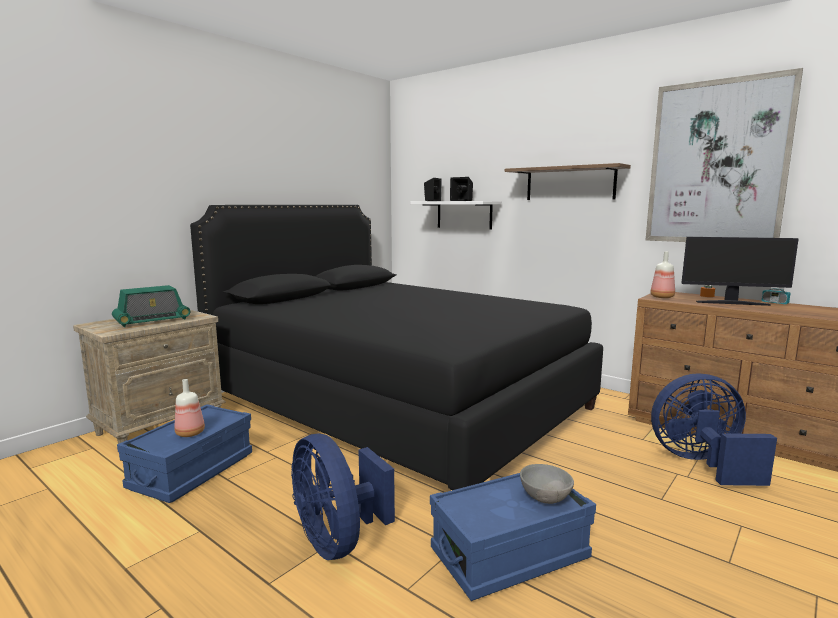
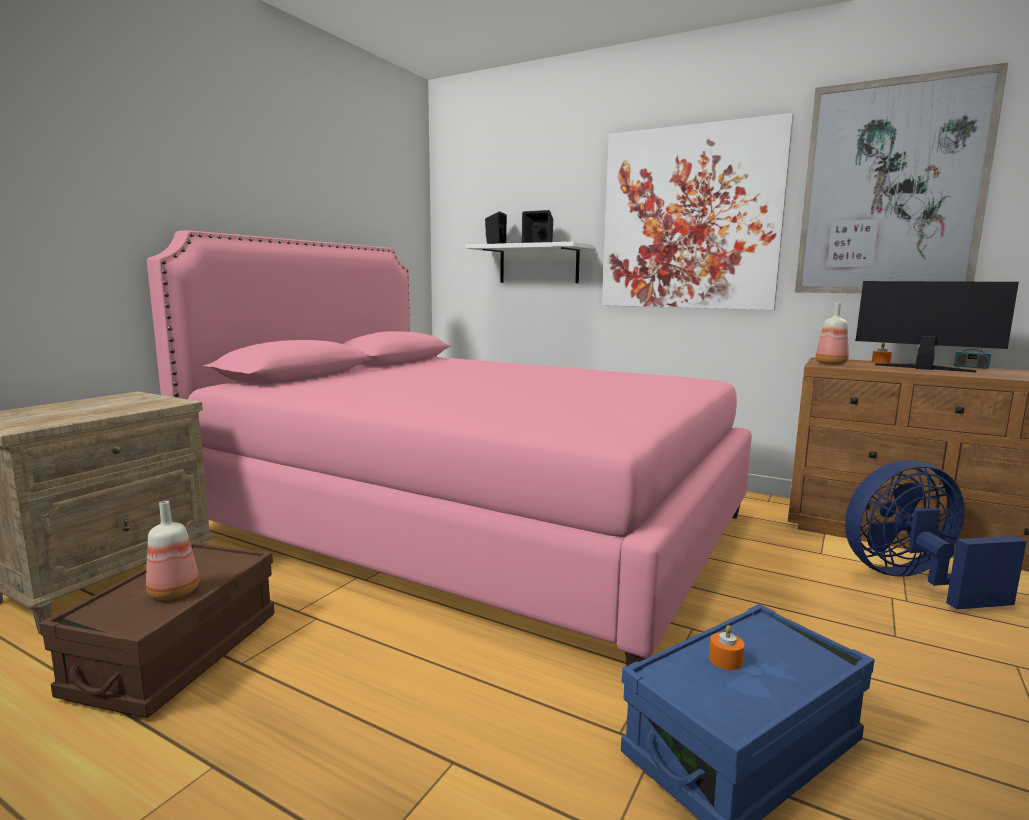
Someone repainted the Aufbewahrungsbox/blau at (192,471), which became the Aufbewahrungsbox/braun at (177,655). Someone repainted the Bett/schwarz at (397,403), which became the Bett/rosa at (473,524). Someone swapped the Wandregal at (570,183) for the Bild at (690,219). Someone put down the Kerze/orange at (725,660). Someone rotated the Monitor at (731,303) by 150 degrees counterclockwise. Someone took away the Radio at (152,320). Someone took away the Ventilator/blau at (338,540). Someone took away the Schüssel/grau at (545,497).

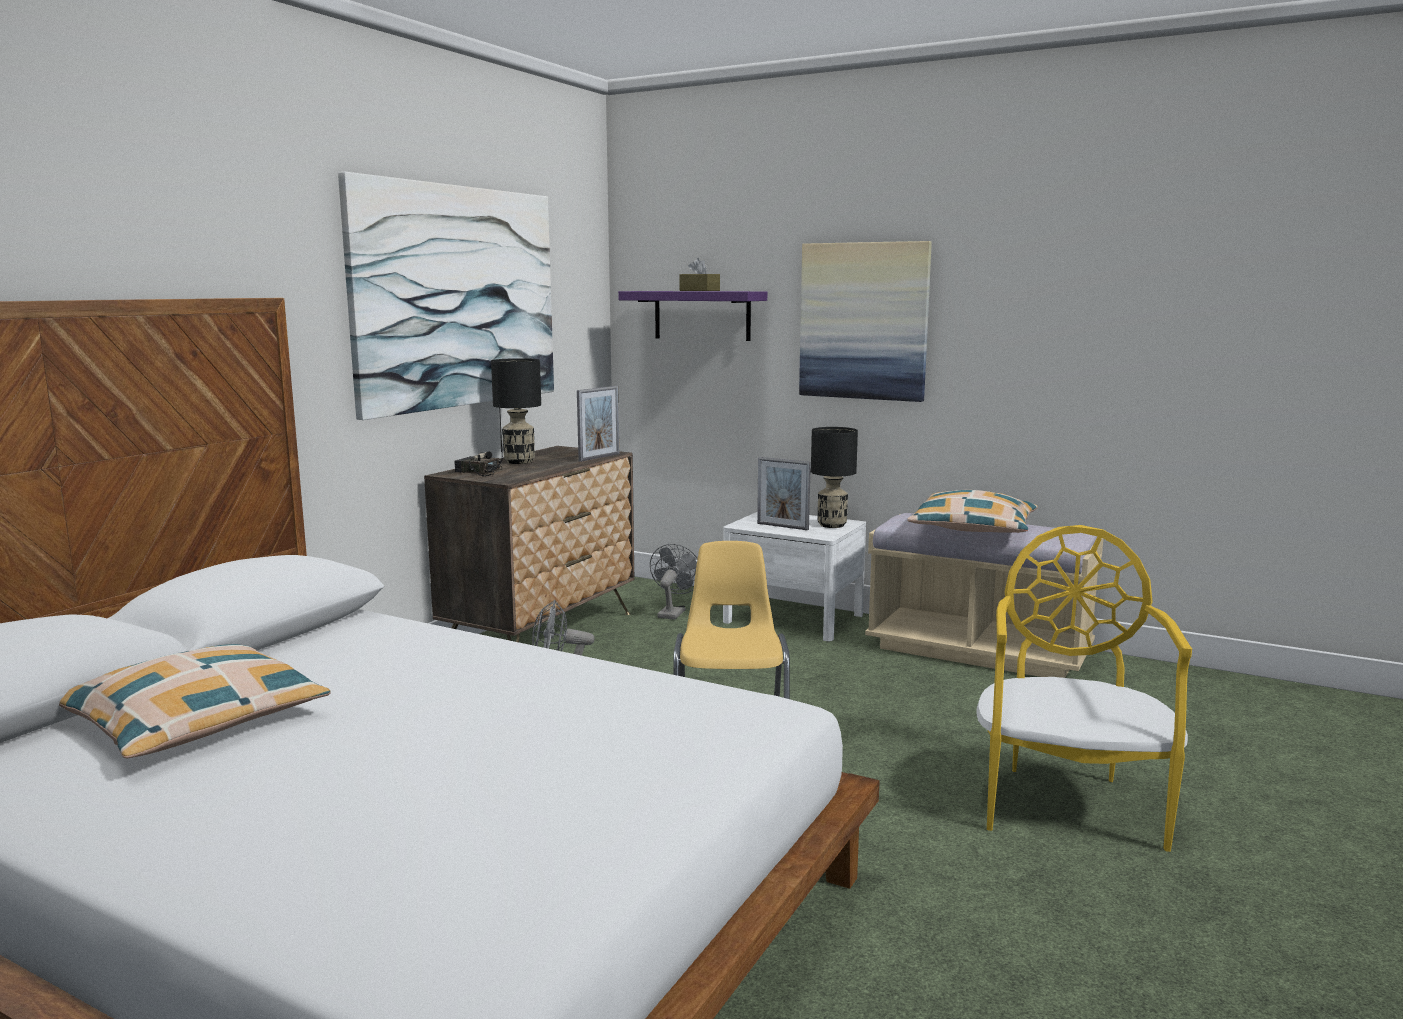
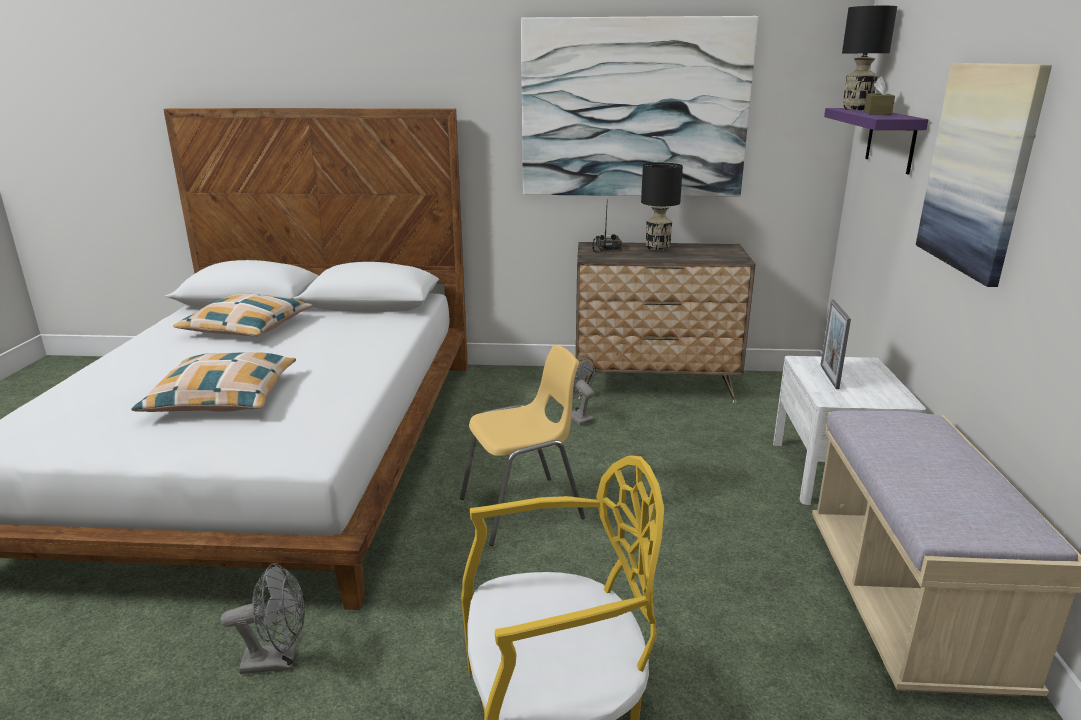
Someone carried the Kissen from (973,528) to (223,398). Someone carried the Ventilator/grau from (673,612) to (278,660). Someone carried the Tischlampe/schwarz from (831,525) to (857,109). Someone took away the Bilderrahmen at (599,457).

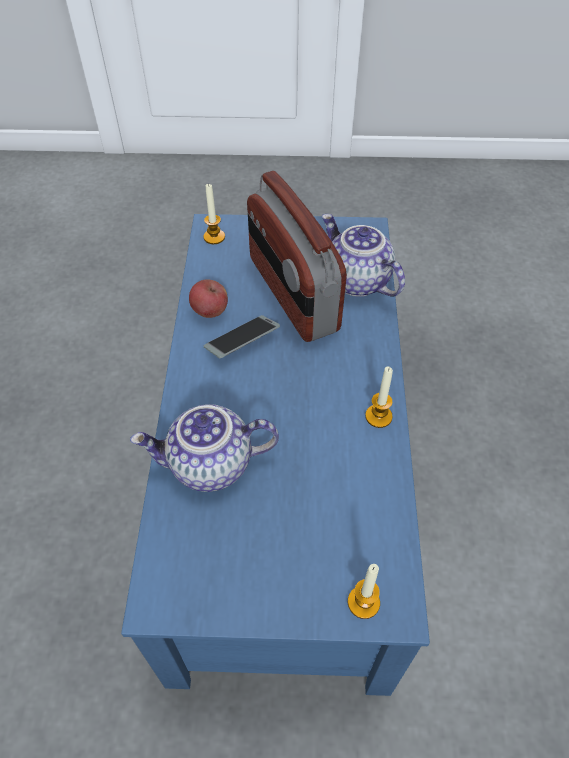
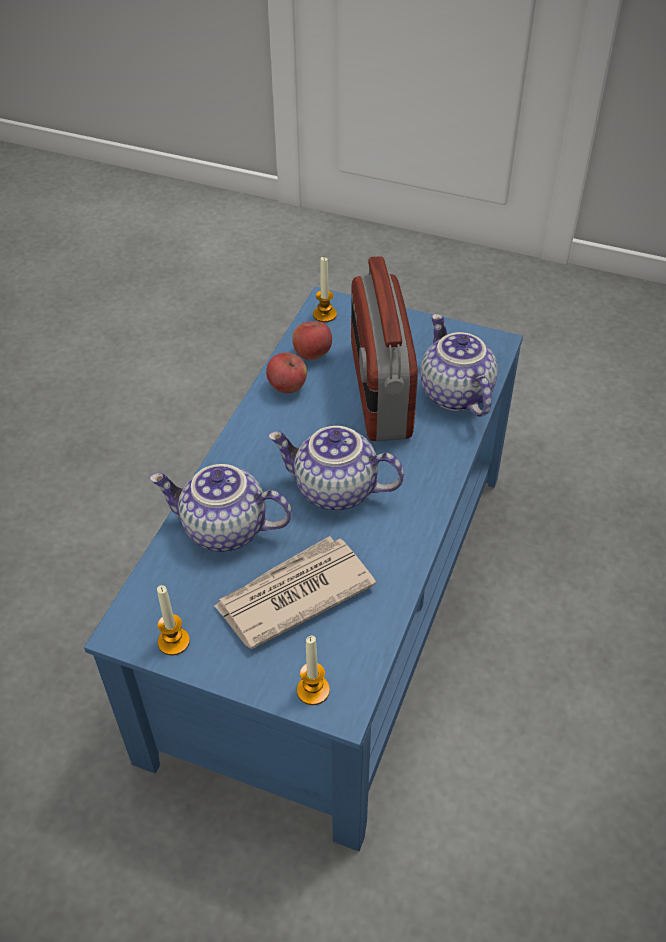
Someone carried the Kerze from (378,416) to (173,642). Someone put down the Zeitung at (292,595). Someone put down the Teekanne at (334,491). Someone put down the Apfel at (312,354). Someone took away the Handy at (242,341).

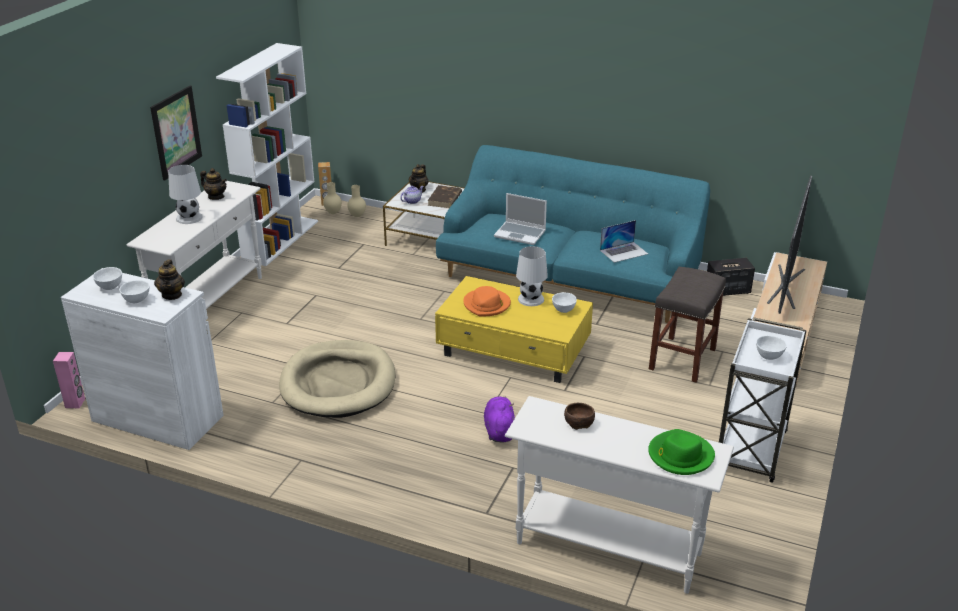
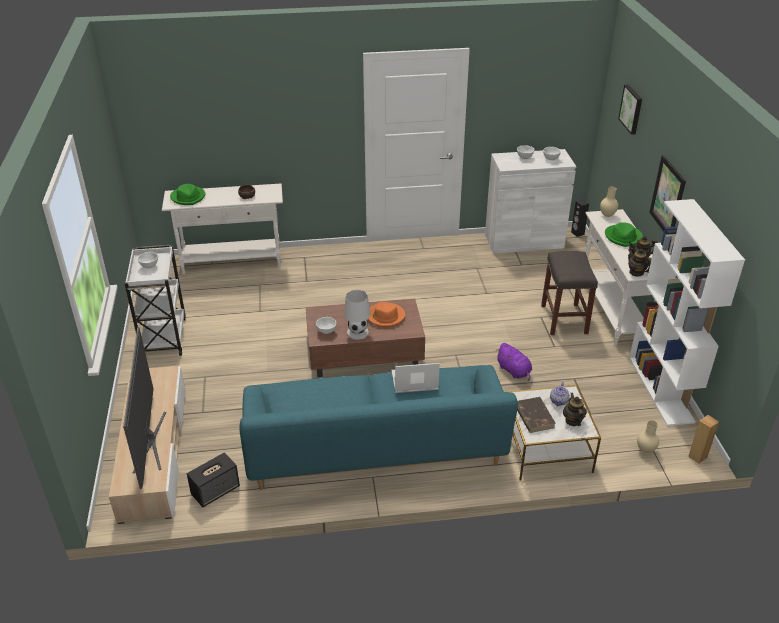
Someone repainted the Couchtisch/gelb at (514,350), which became the Couchtisch/braun at (363,354). Someone carried the Plüschtier/lila from (499,430) to (514,371). Someone carried the Hocker/grau from (682,360) to (563,319). Someone repainted the Lautsprecher/rosa at (75,403), which became the Lautsprecher/schwarz at (577,233). Someone carried the Vase/beige from (333,212) to (607,215). Someone swapped the Tischlampe/weiß at (188,218) for the Hut/grün at (623,237). Someone put up the Bild at (632,109). Someone carried the Teekanne from (172,295) to (636,272). Someone took away the Hundebett/beige at (338,383). Someone took away the Laptop at (624,252).

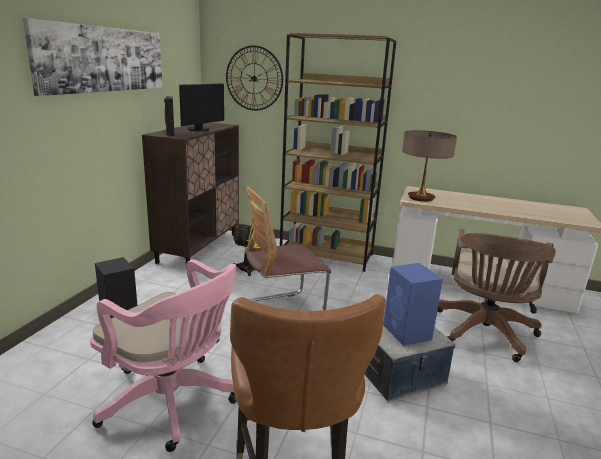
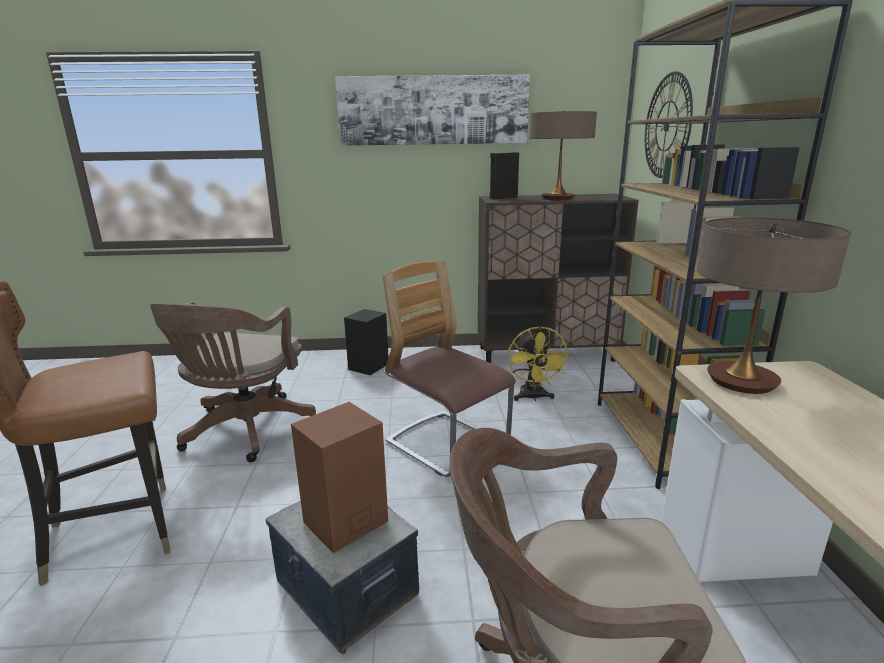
Someone repainted the Bürostuhl/rosa at (173,403), which became the Bürostuhl/braun at (245,432). Someone repainted the Lautsprecher/blau at (407,333), which became the Lautsprecher/braun at (344,523). Someone swapped the Monitor at (200,129) for the Tischlampe at (558,198).

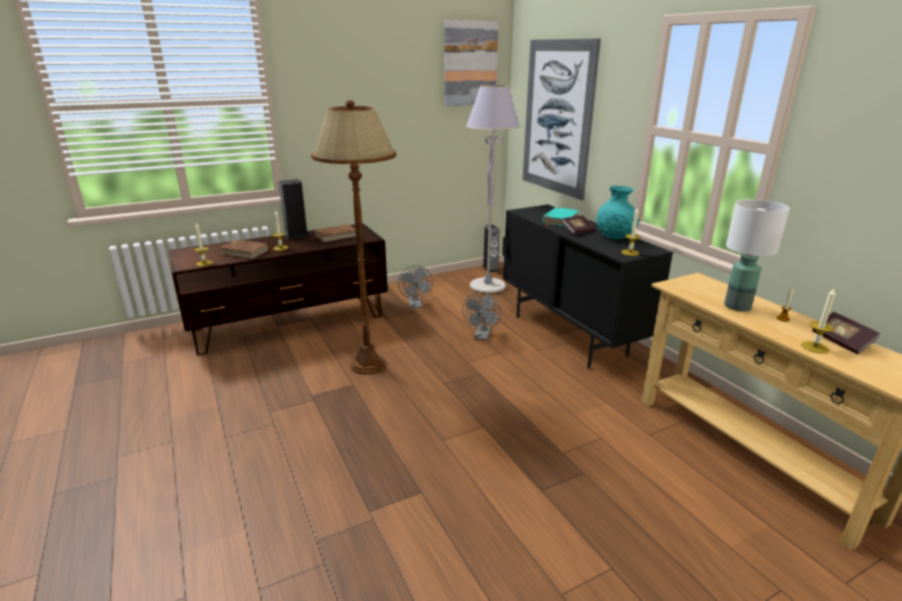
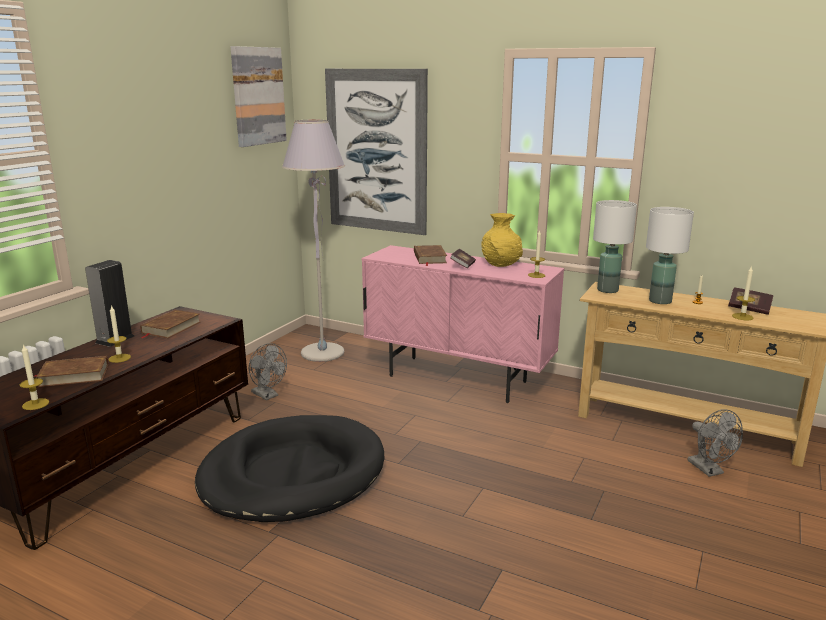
Someone swapped the Stehlampe/braun at (368,364) for the Hundebett/schwarz at (292,474). Someone repainted the Schrank/schwarz at (569,336), which became the Schrank/rosa at (458,379). Someone repainted the Buch/türkis at (560,220), which became the Buch/braun at (429,258). Someone repainted the Vase/türkis at (615,237), which became the Vase/gelb at (501,264). Someone put down the Tischlampe/weiß at (607,290). Someone carried the Ventilator/grau from (482,337) to (709,470). Someone took away the Lautsprecher at (490,268).

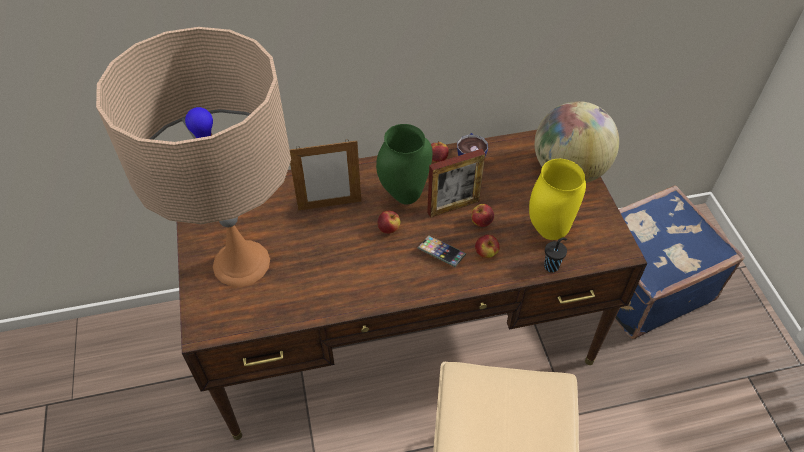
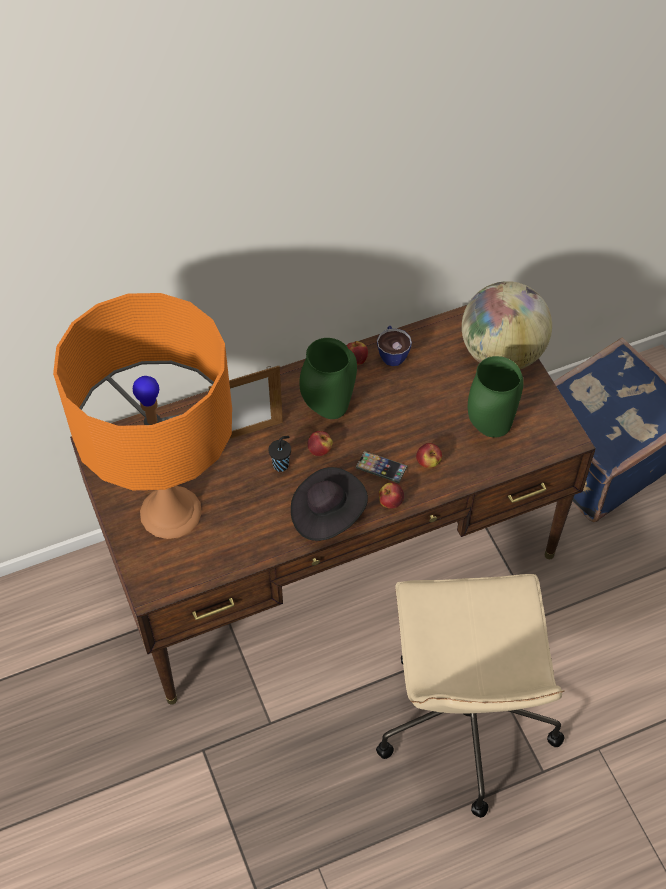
Someone repainted the Tischlampe/beige at (241,263), which became the Tischlampe/orange at (171,512). Someone carried the Tasse/schwarz from (552,266) to (281,464). Someone put down the Hut/schwarz at (326,514). Someone carried the Apfel from (481,222) to (390,502). Someone repainted the Vase/gelb at (549,232), which became the Vase/grün at (490,429). Someone took away the Bilderrahmen at (453,207).

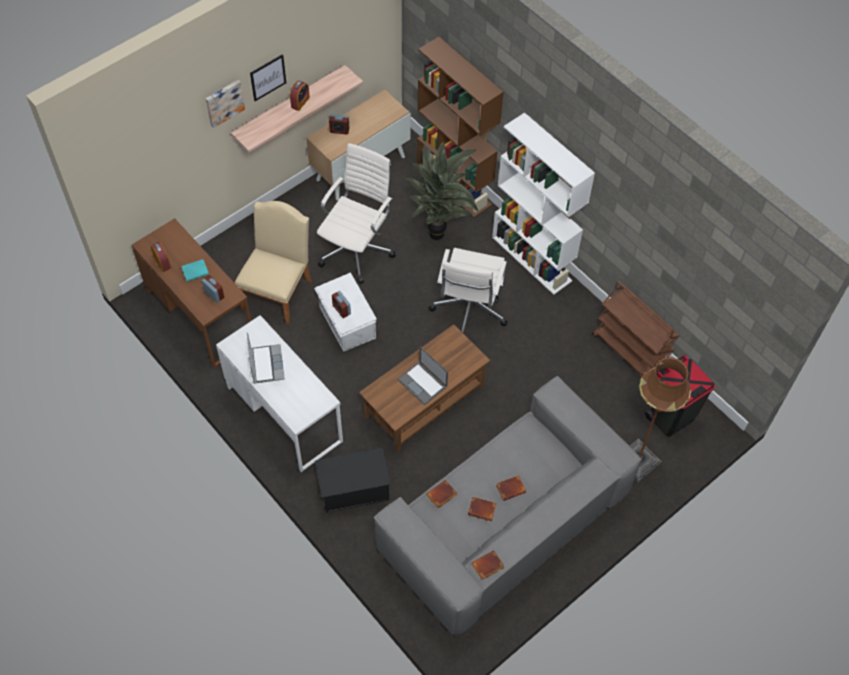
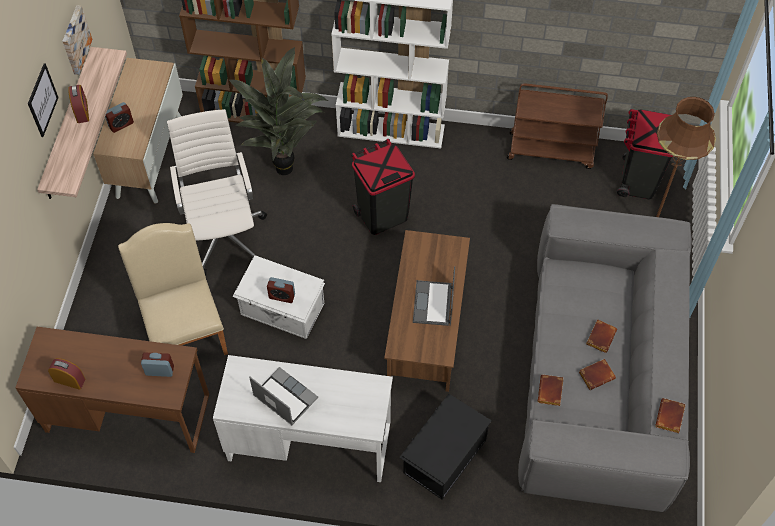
Someone carried the Bild from (224,102) to (74,40). Someone swapped the Bürostuhl/weiß at (469,310) for the Mülleimer/schwarz at (382,215). Someone rotated the Laptop at (422,383) by 90 degrees clockwise. Someone took away the Buch/türkis at (196,271).

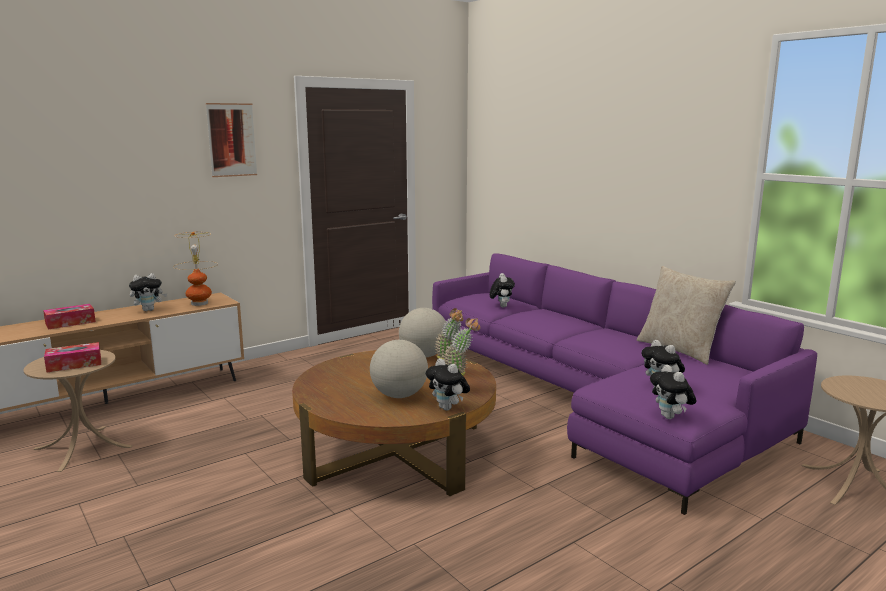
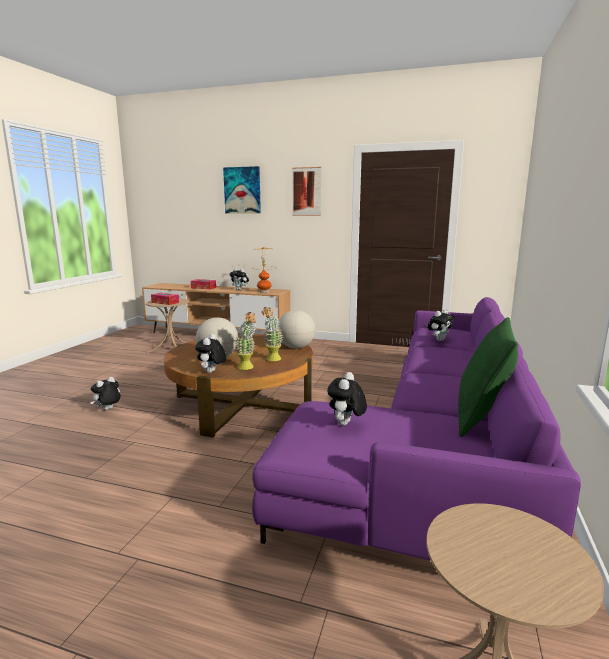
Someone carried the Plüschtier from (670,417) to (108,410). Someone put up the Bild at (242,190). Someone repainted the Kissen/beige at (679,350), which became the Kissen/grün at (481,417).

